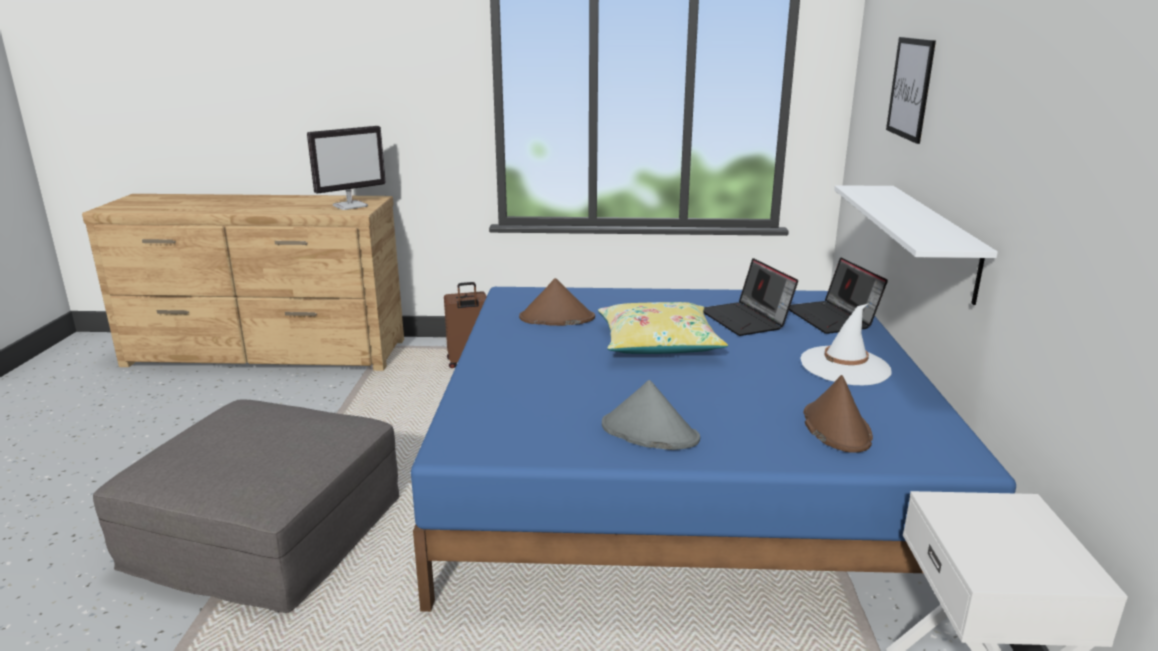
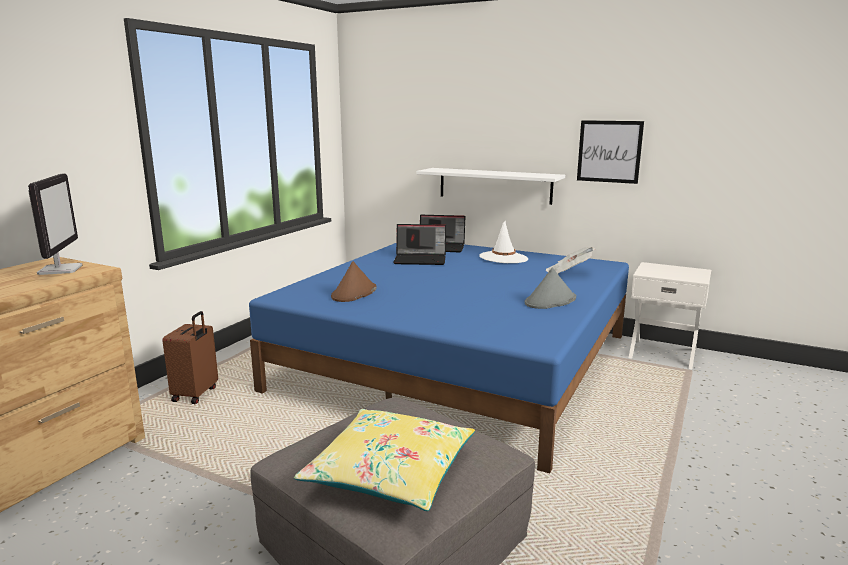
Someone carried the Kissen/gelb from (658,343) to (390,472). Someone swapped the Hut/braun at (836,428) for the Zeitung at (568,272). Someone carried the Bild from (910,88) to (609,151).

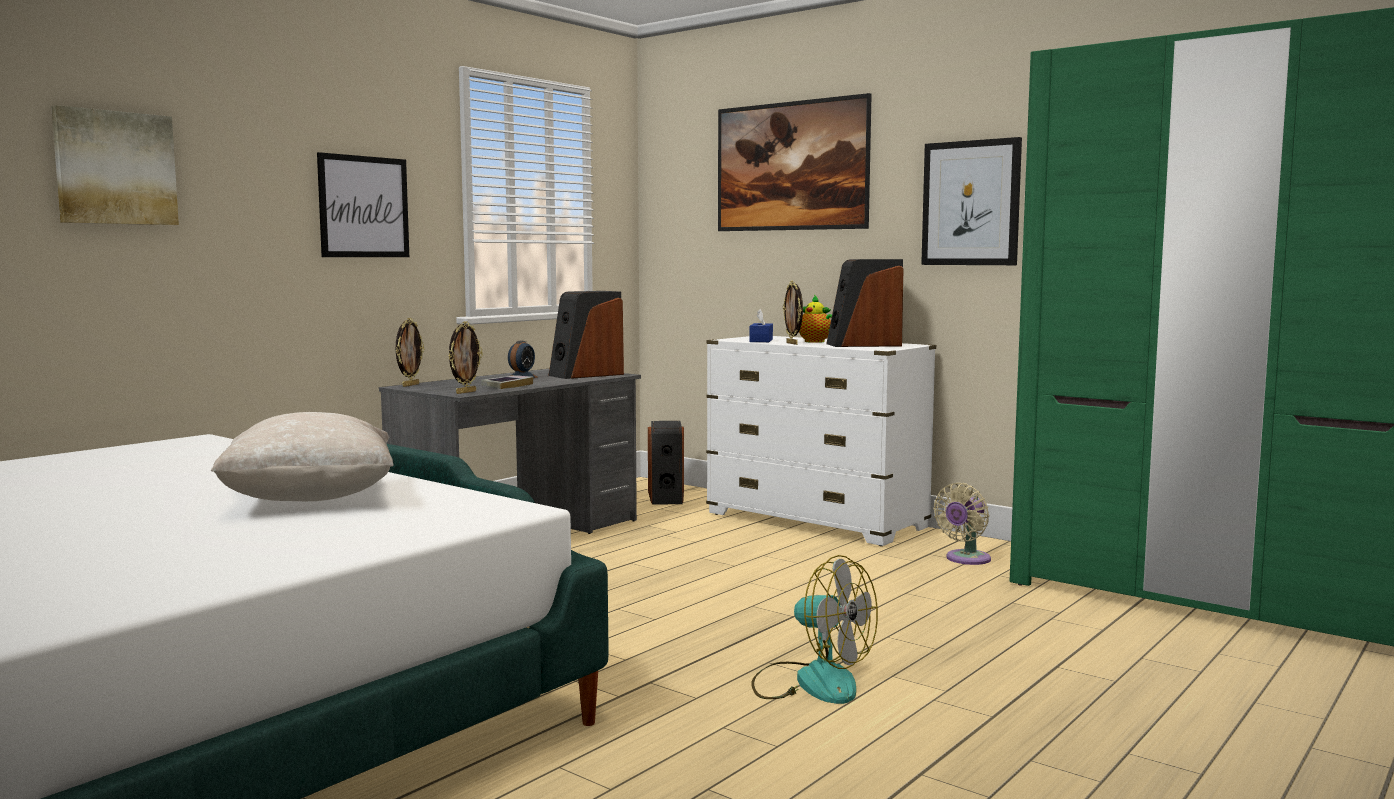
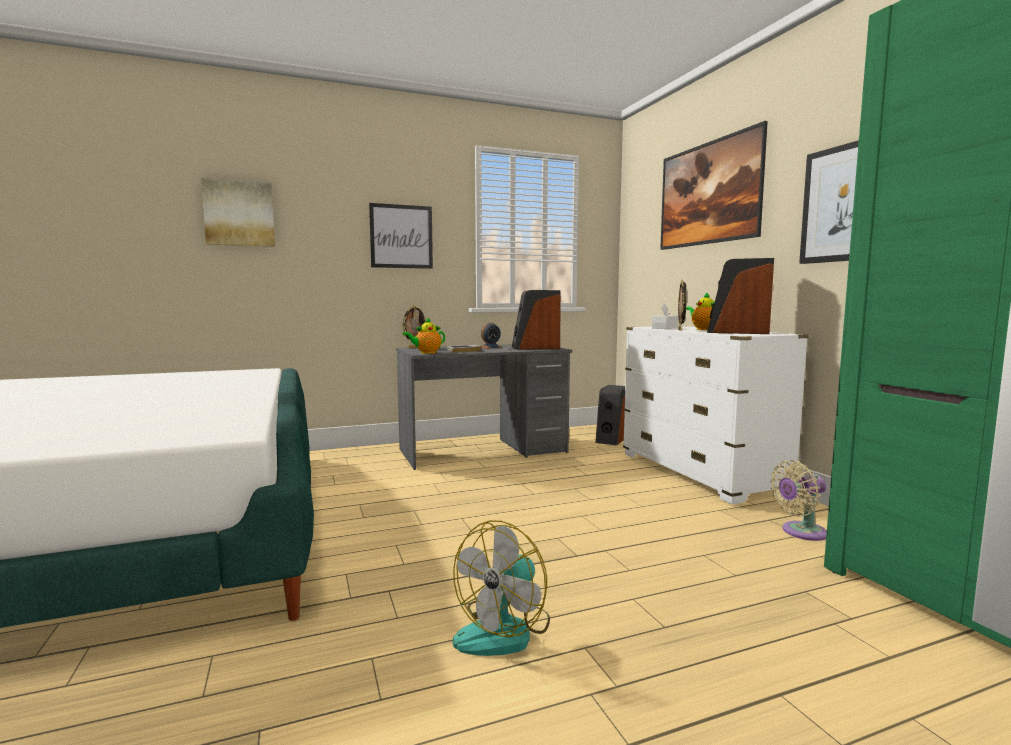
Someone swapped the Bilderrahmen at (465,392) for the Teekanne at (426,353). Someone rotated the Ventilator at (811,682) by 60 degrees clockwise. Someone repainted the Taschentuchbox/blau at (761,340), which became the Taschentuchbox/weiß at (664,328). Someone took away the Kissen/beige at (310,500).

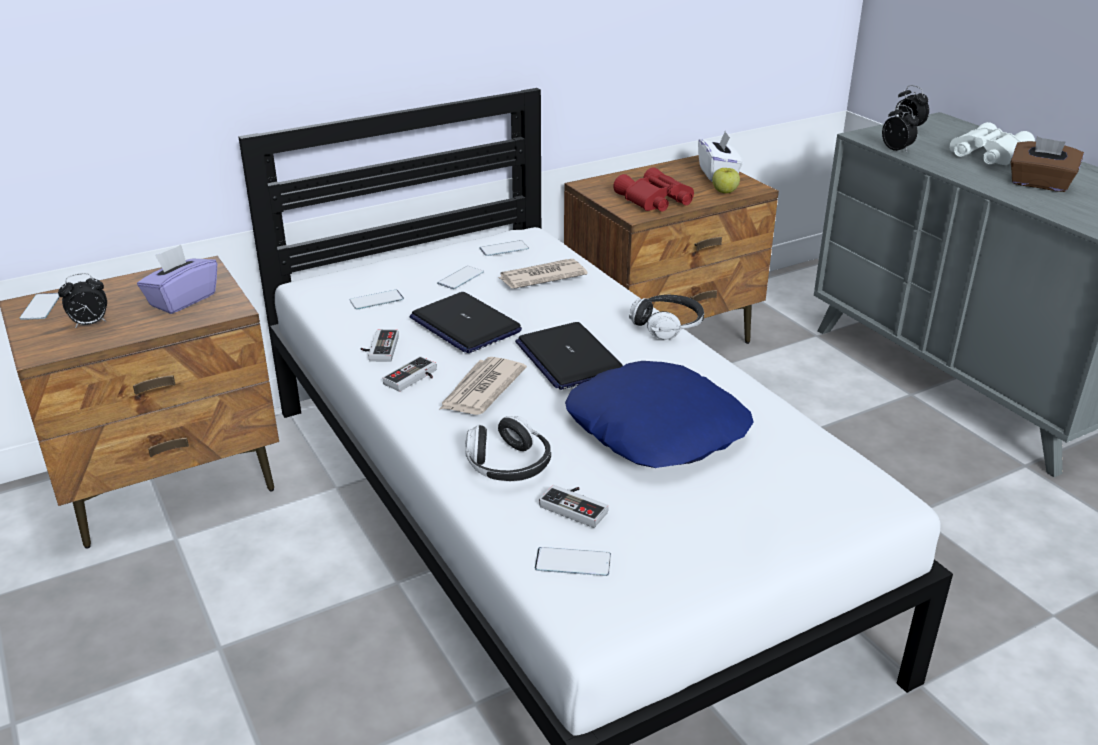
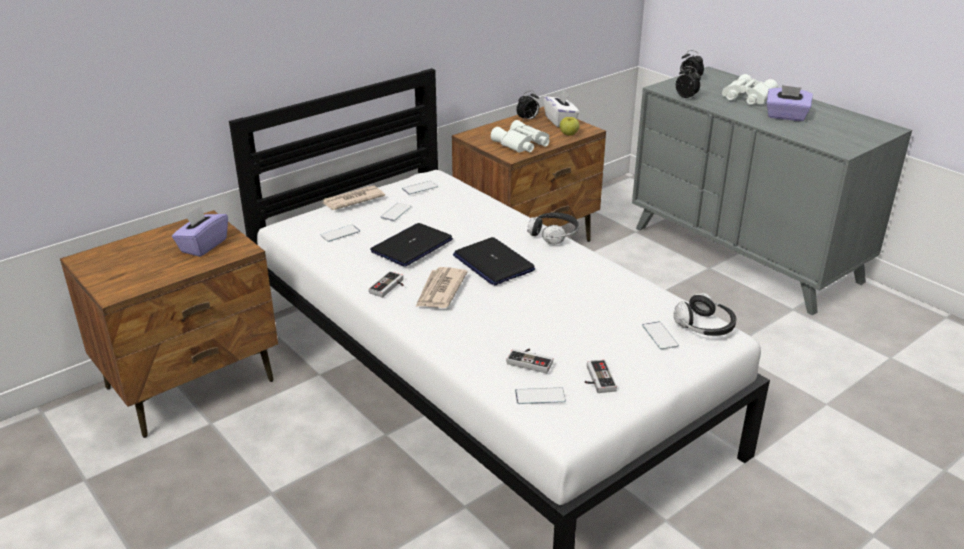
Someone carried the Zeitung from (541,277) to (352,200). Someone rotated the Laptop at (464,325) by 90 degrees clockwise. Someone repainted the Fernglas/rot at (654,201), which became the Fernglas/weiß at (521,144). Someone carried the Wecker from (90,324) to (528,119). Someone carried the Gamepad from (378,348) to (596,379). Someone carried the Handy from (41,307) to (660,335). Someone carried the Kopfhörer from (508,466) to (704,327). Someone repainted the Taschentuchbox/braun at (1040,184), which became the Taschentuchbox/lila at (786,116). Someone took away the Kissen/blau at (657,429).

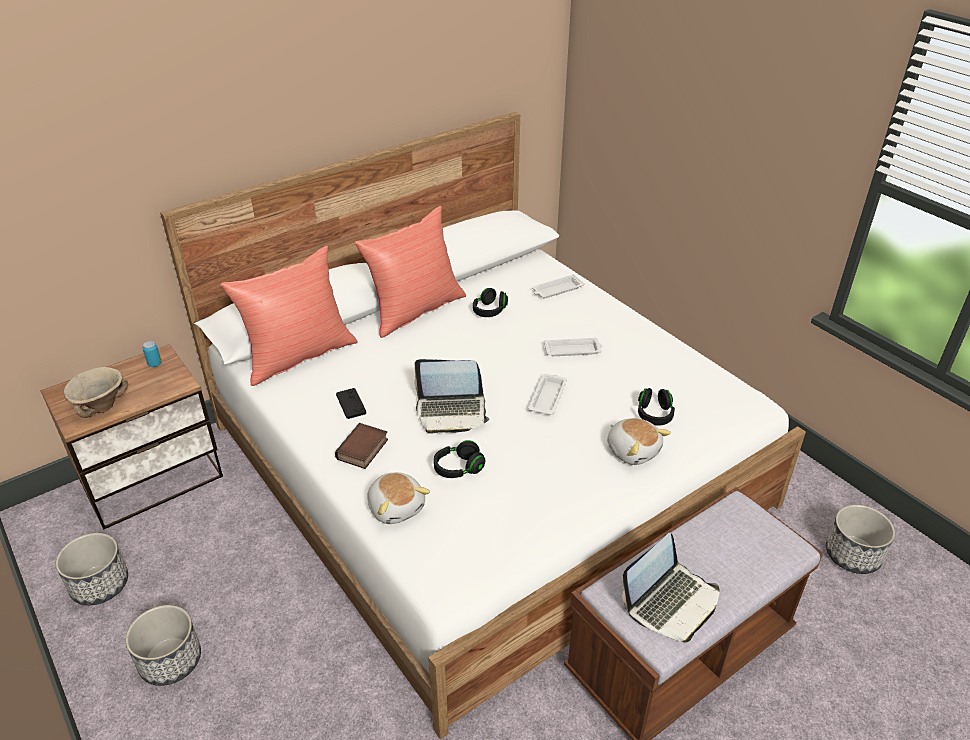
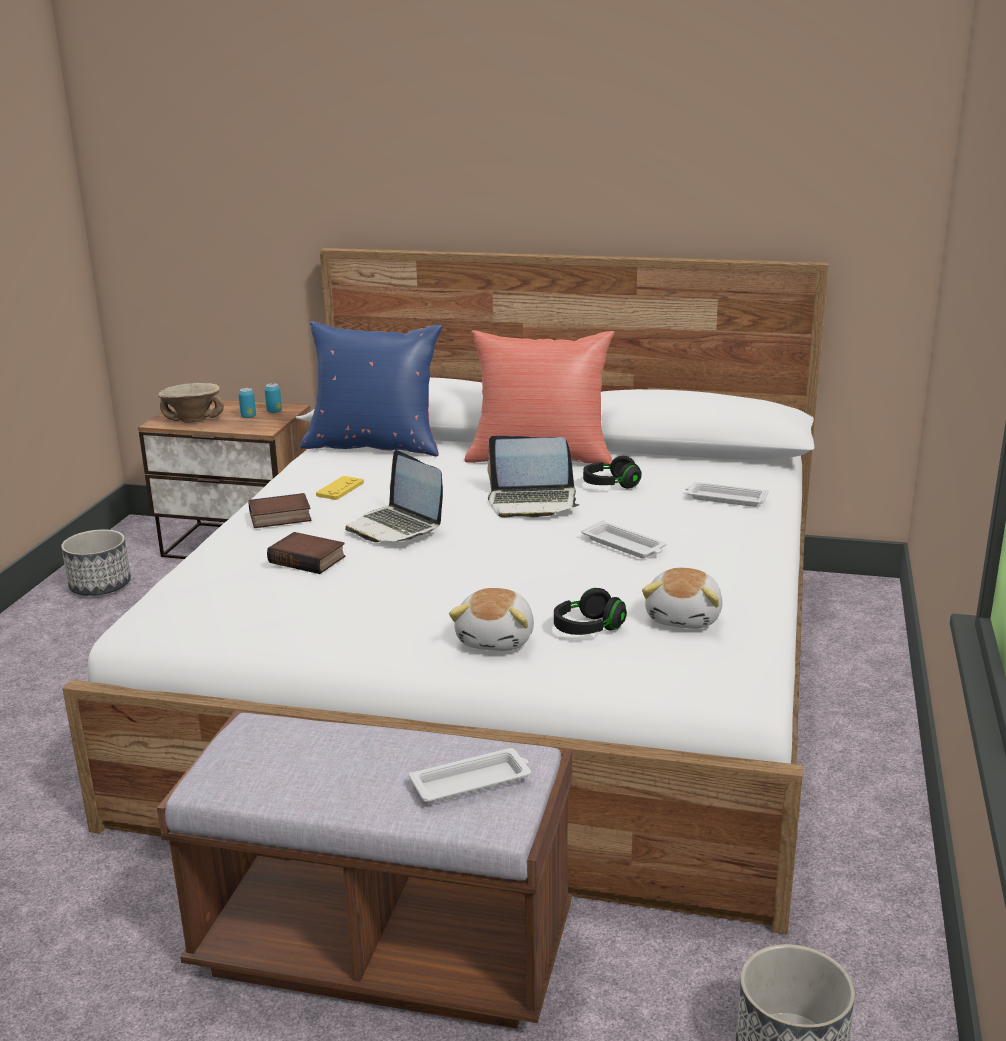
Someone put down the Dose at (248,416). Someone swapped the Kopfhörer/schwarz at (458,468) for the Buch at (309,559). Someone repainted the Kissen/rot at (298,355), which became the Kissen/blau at (375,445). Someone repainted the Gamepad/schwarz at (351,404), which became the Gamepad/gelb at (340,489). Someone carried the Tablett/weiß from (548,397) to (472,782). Someone carried the Laptop from (671,602) to (532,502). Someone carried the Plüschtier from (396,507) to (685,618). Someone took away the Pflanzkübel at (170,661).

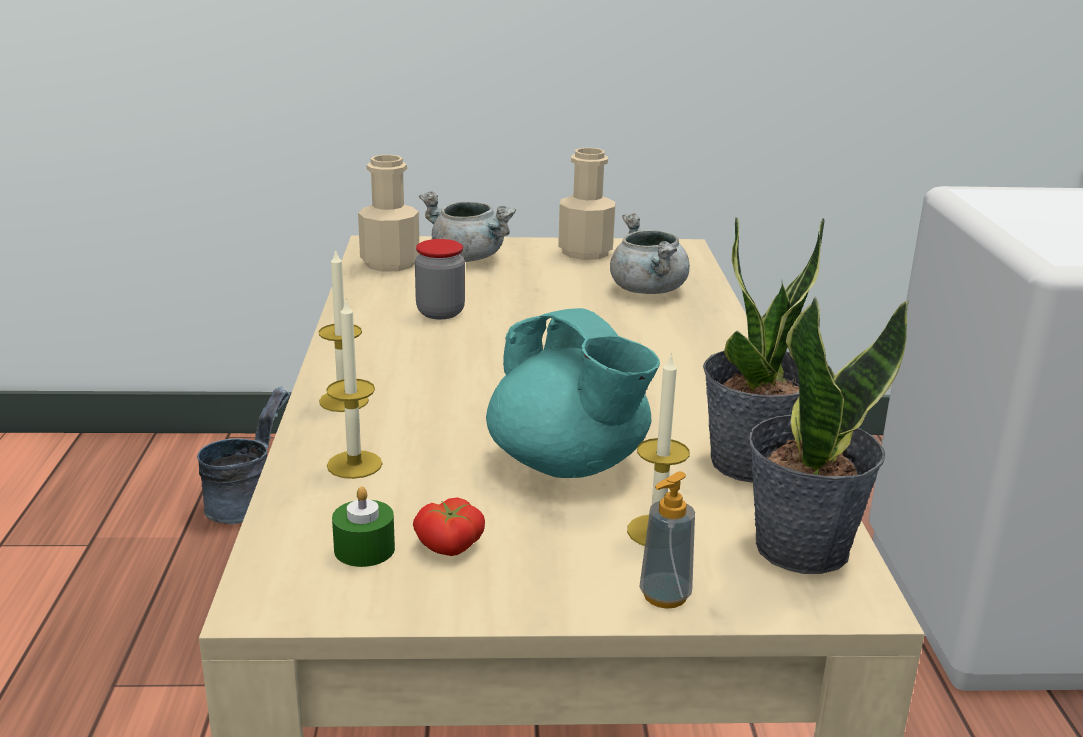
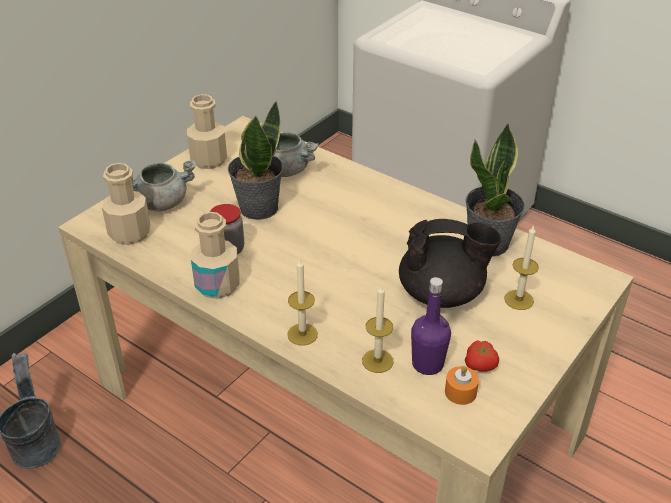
Someone put down the Flasche/beige at (217,285). Someone carried the Topfpflanze from (800,546) to (258,208). Someone repainted the Teekanne/türkis at (569,465), which became the Teekanne/schwarz at (442,294). Someone put down the Flasche/lila at (427,364). Someone repainted the Kerze/grün at (364,549), which became the Kerze/orange at (460,392). Someone took away the Seifenspender at (664,596).

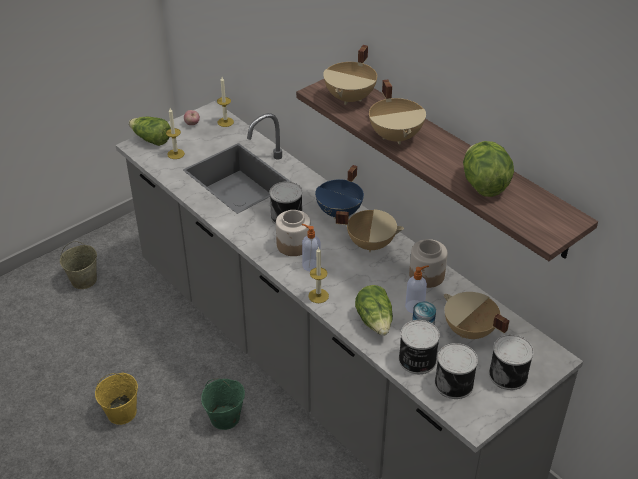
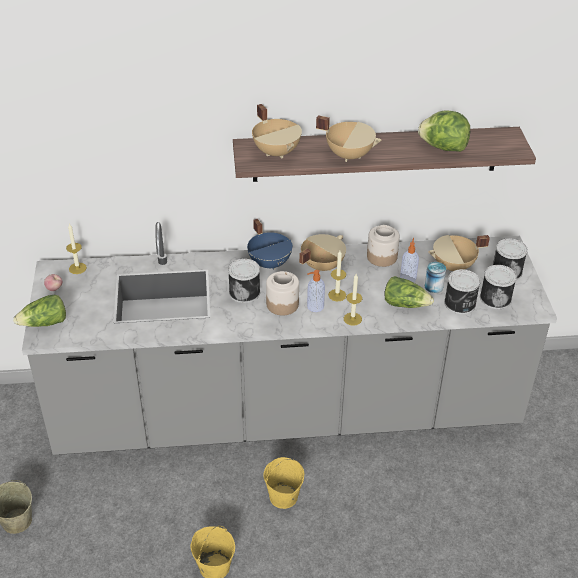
Someone repainted the Eimer/grün at (224,418), which became the Eimer/gelb at (283,497). Someone carried the Kerze from (176,154) to (337,295).

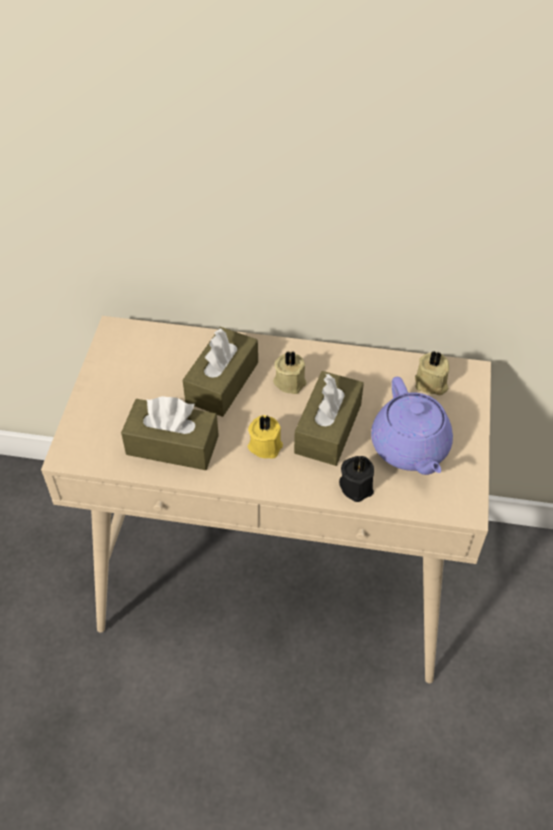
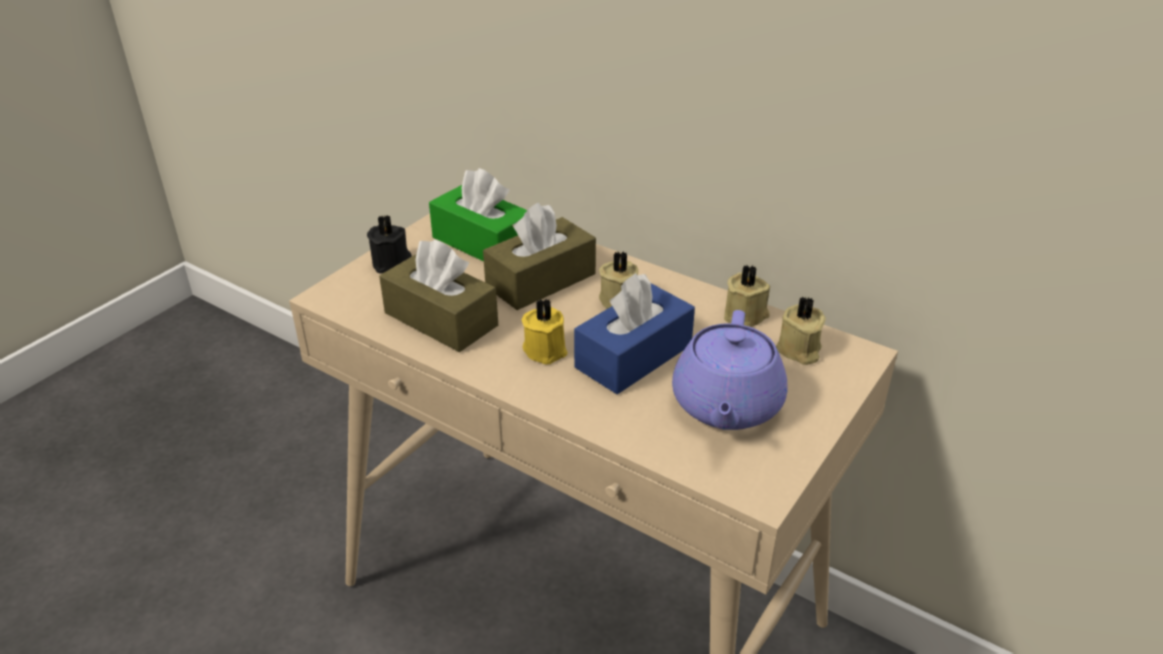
Someone carried the Kerze/schwarz from (357,485) to (392,263). Someone put down the Taschentuchbox/grün at (482,243). Someone repainted the Taschentuchbox/braun at (328,428), which became the Taschentuchbox/blau at (633,356). Someone put down the Kerze/beige at (746,316).

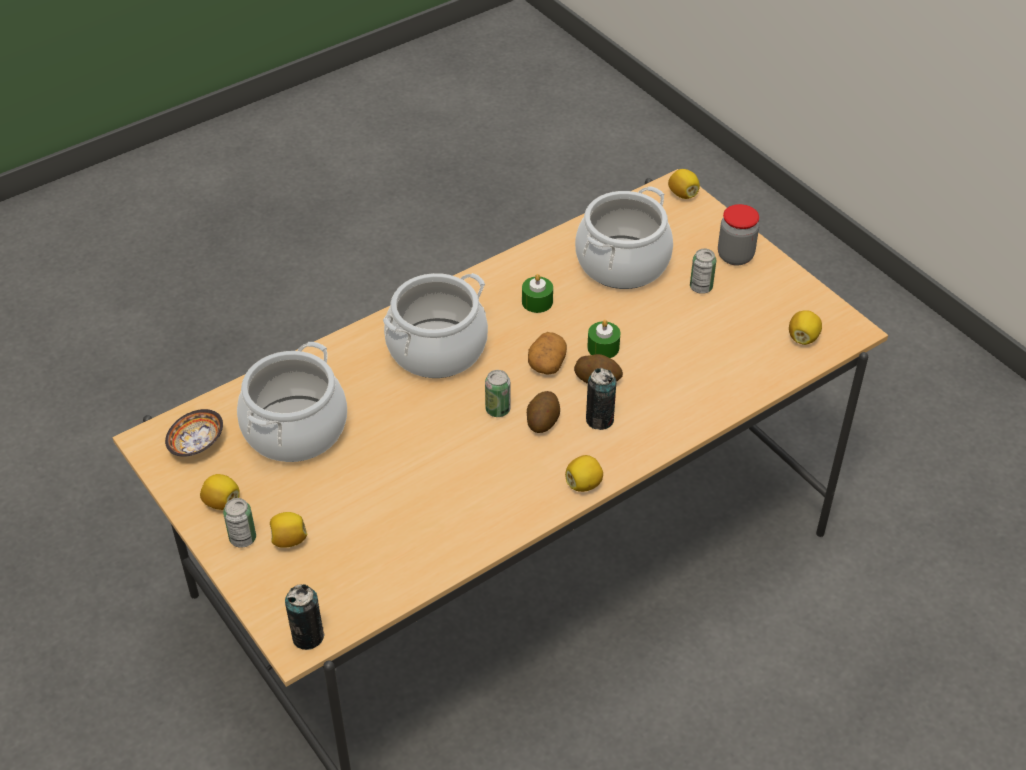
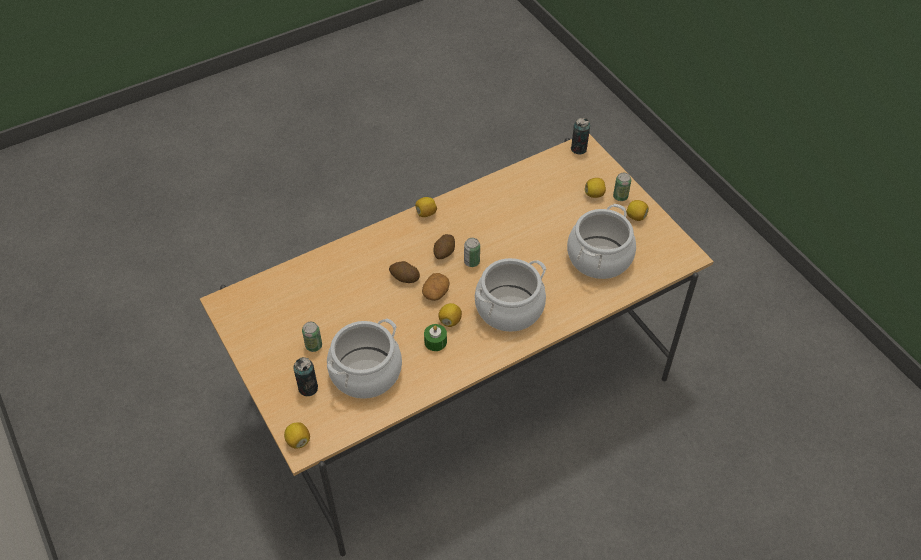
Someone carried the Dose from (599,420) to (308,388). Someone carried the Zitrone from (803,338) to (450,321). Someone took away the Schüssel at (197,444). Someone took away the Kerze/grün at (603,347). Someone took away the Vorratsglas at (735,256).

